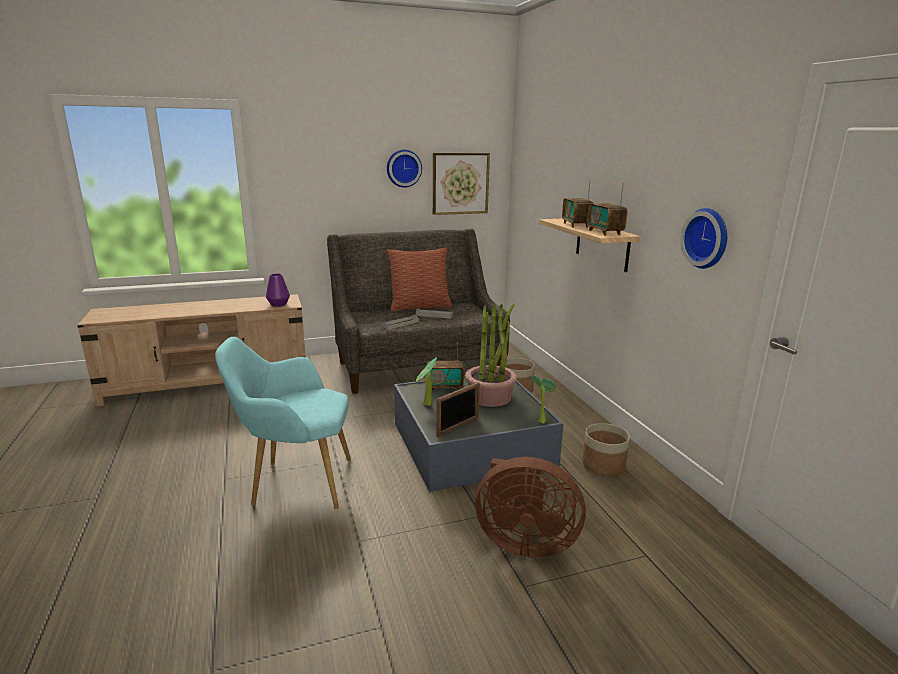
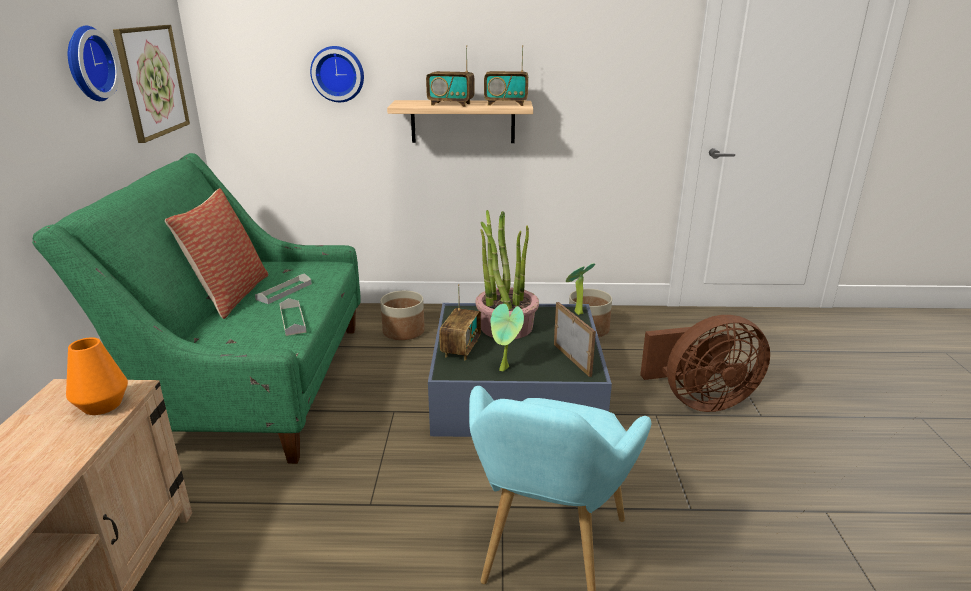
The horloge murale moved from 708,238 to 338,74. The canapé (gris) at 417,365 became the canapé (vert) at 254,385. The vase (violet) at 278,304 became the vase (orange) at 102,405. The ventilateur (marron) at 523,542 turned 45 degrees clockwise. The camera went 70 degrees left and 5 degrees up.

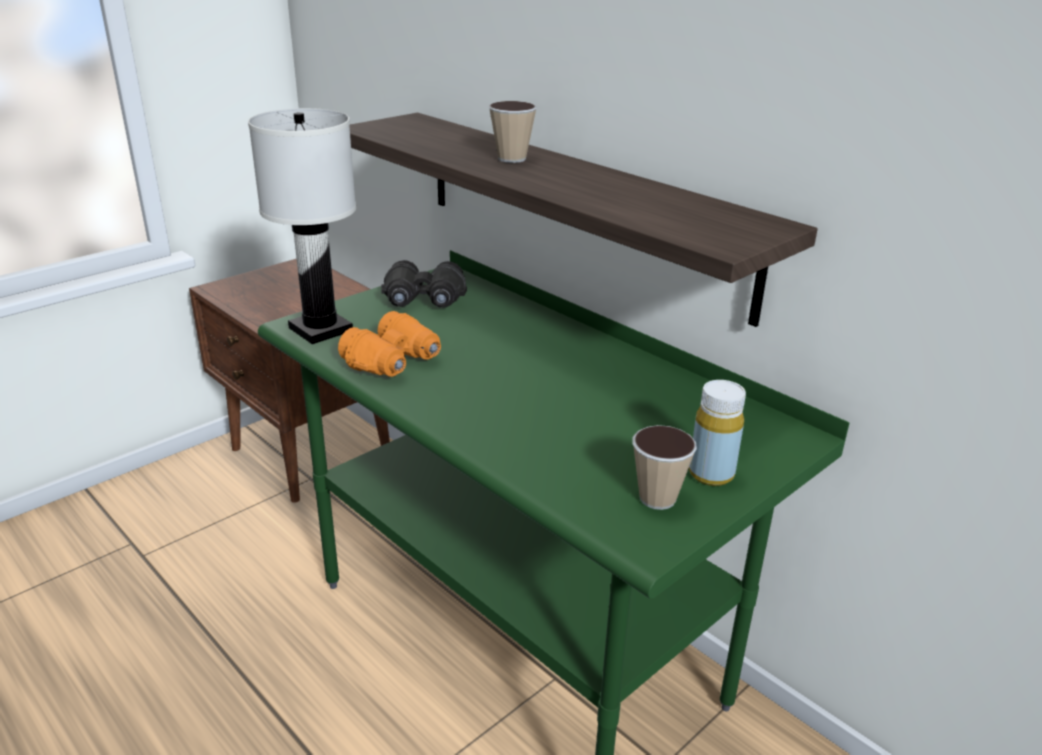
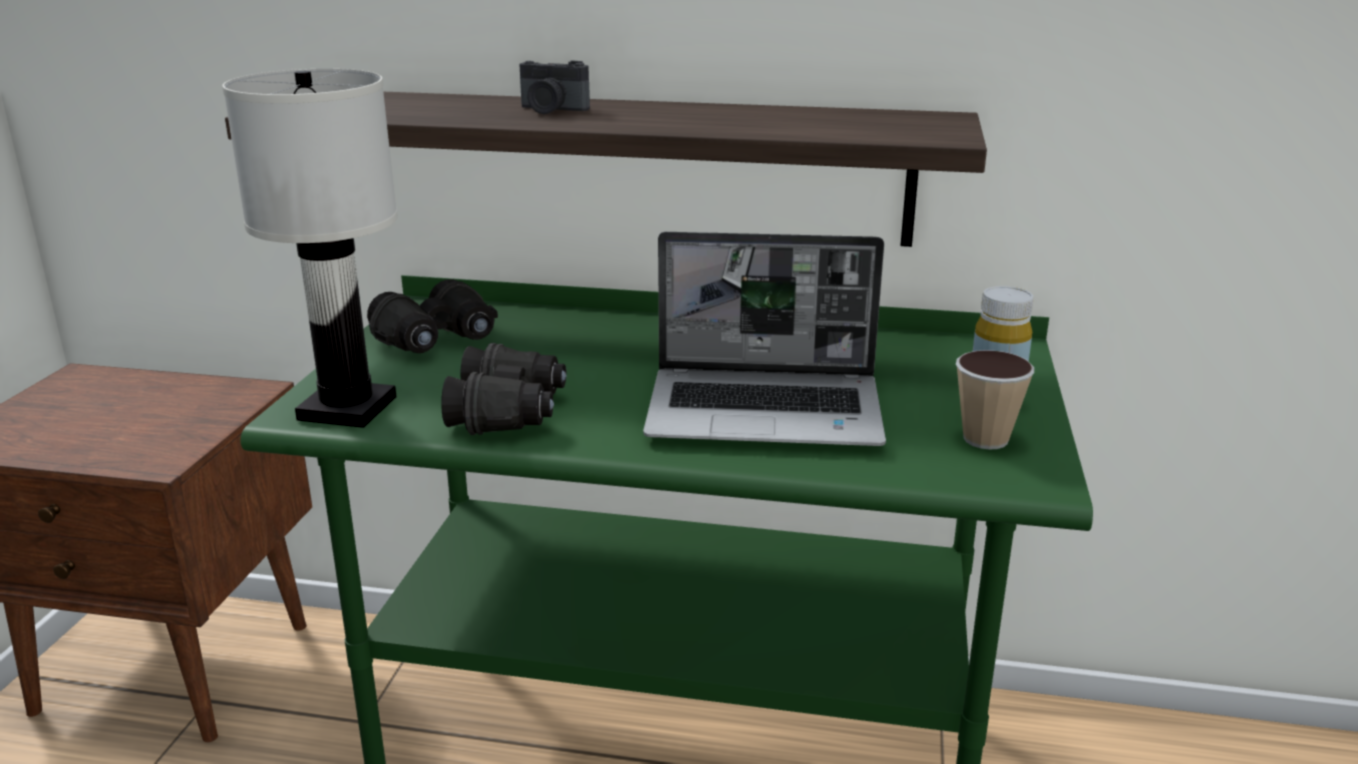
The tasse at 511,159 was replaced by the appareil photo at 551,110. The jumelles (orange) at 394,362 became the jumelles (noir) at 509,412. The ordinateur portable at 767,411 appeared. The camera went 35 degrees left and 5 degrees down.

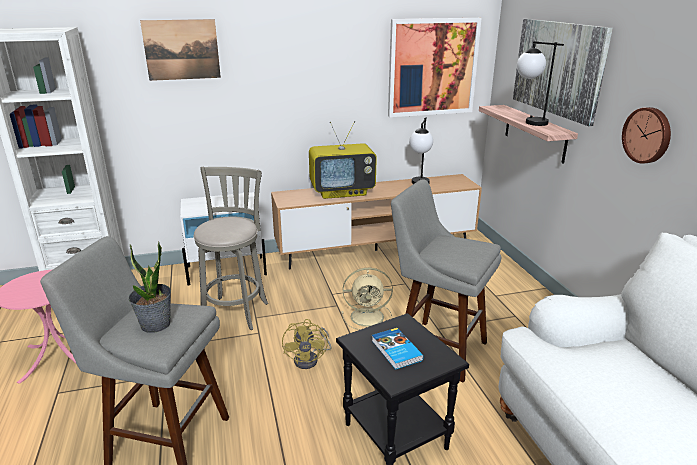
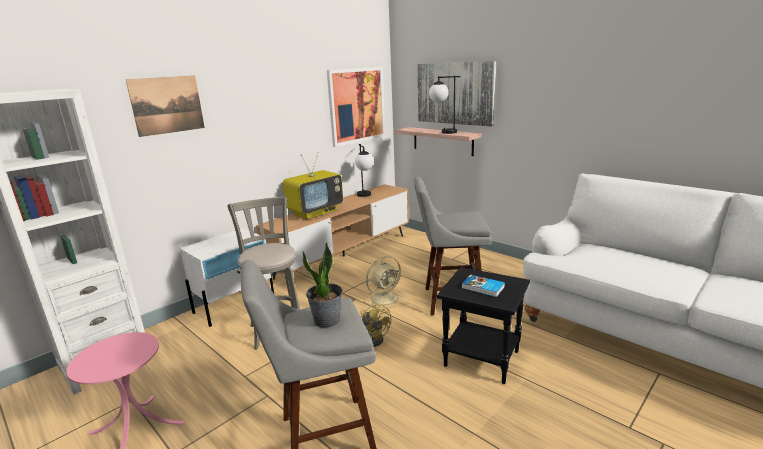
The horloge murale at 648,135 disappeared. The camera went 30 degrees left and 5 degrees down.

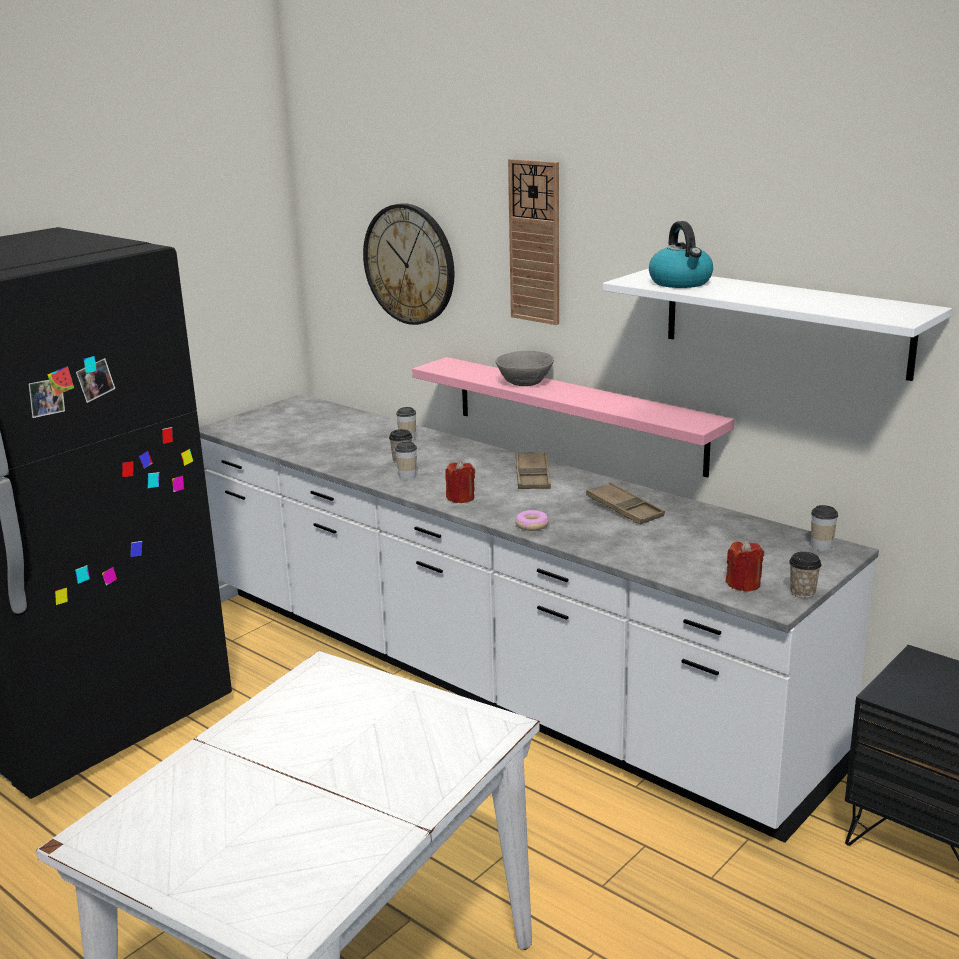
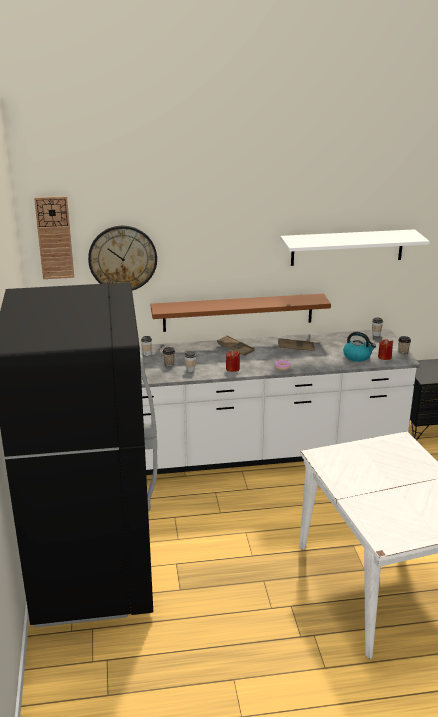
The horloge murale moved from 535,242 to 54,238. The bouilloire moved from 681,283 to 357,356. The bol (gris) at 524,383 disappeared. The étagère (rose) at 576,414 became the étagère (marron) at 238,312. The camera went 50 degrees left and 5 degrees up.

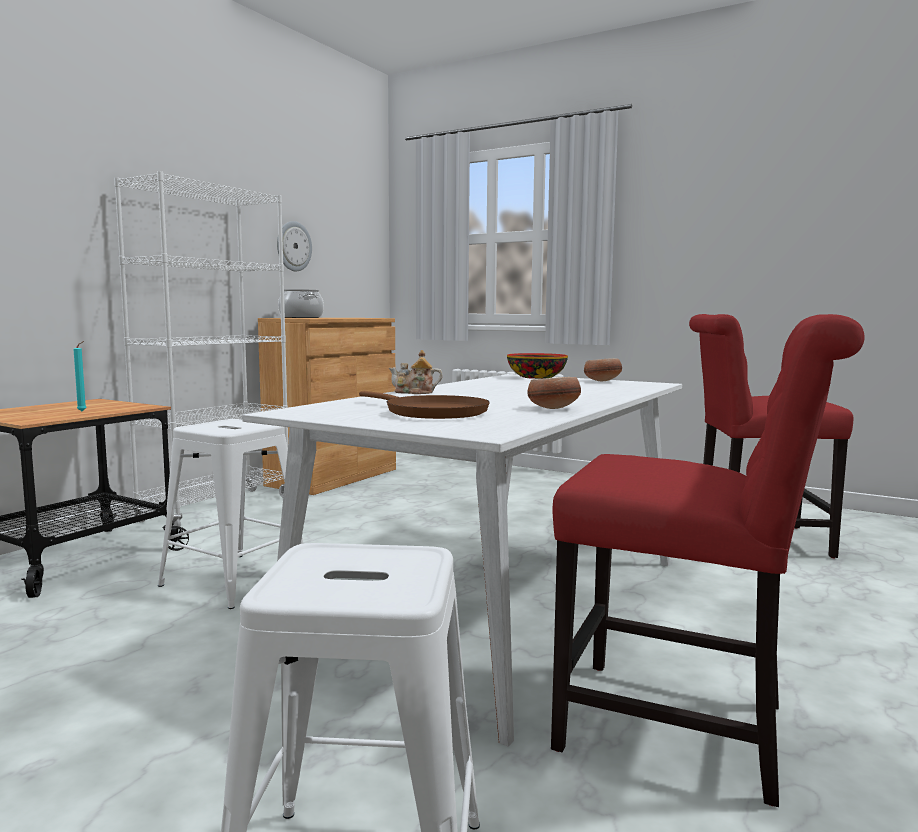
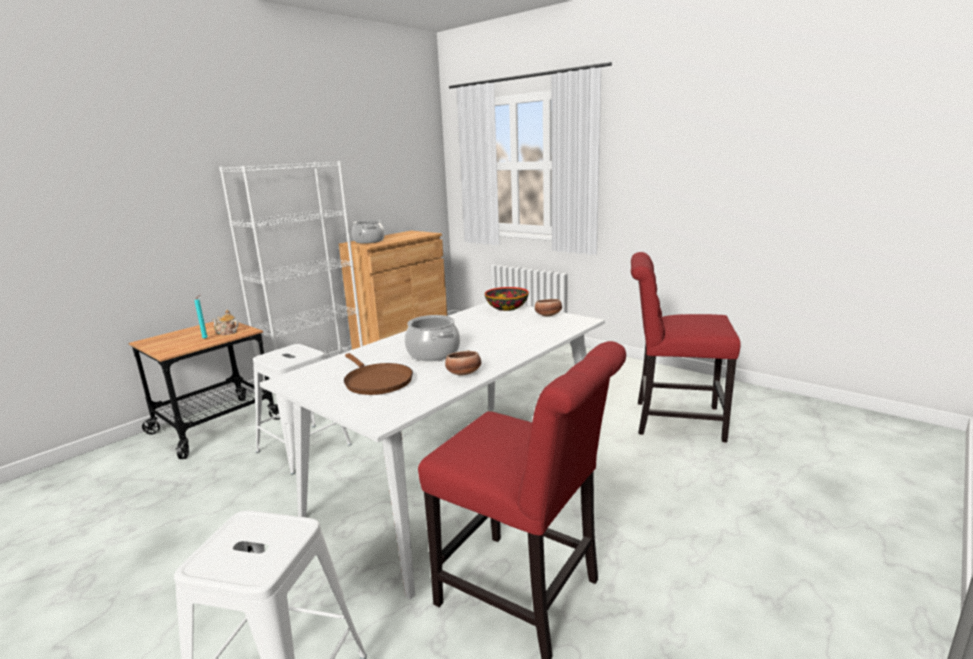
The horloge murale at 293,246 disappeared. The théière moved from 415,392 to 226,332. The marmite at 433,353 appeared. The camera went 10 degrees right and 10 degrees up.

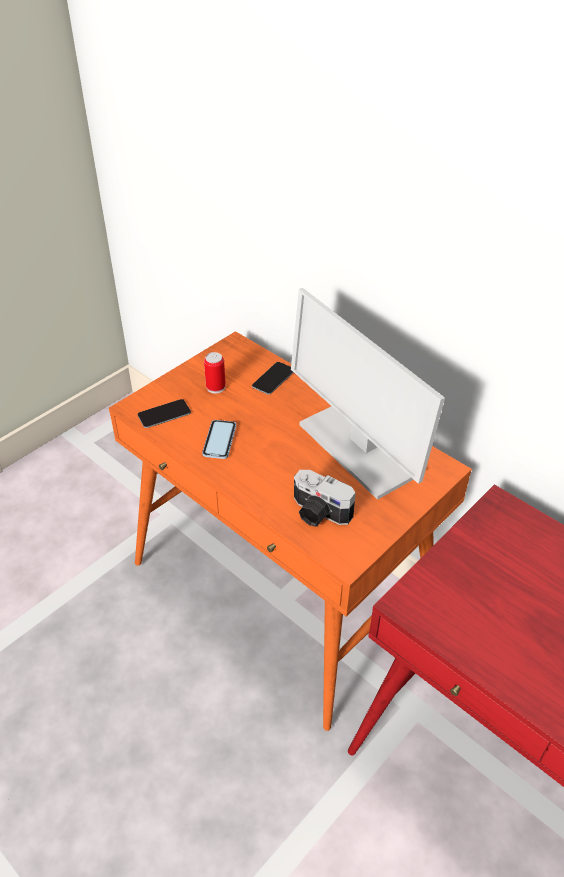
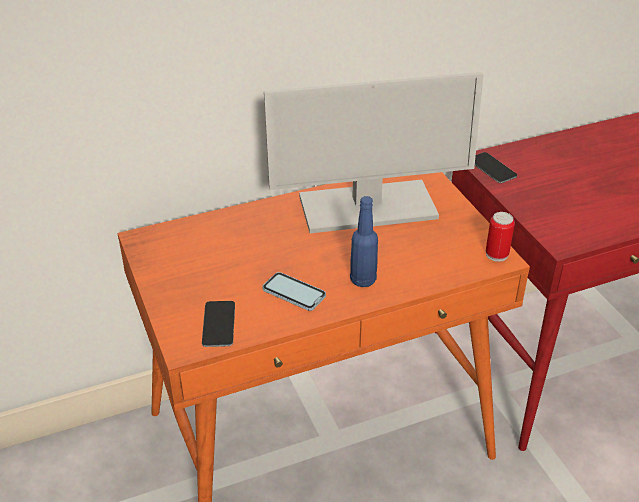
The boîte métallique moved from 215,387 to 497,254. The téléphone moved from 273,378 to 492,168. The appareil photo at 318,513 disappeared. The bouteille (bleu) at 363,280 appeared. The camera went 65 degrees left and 5 degrees down.

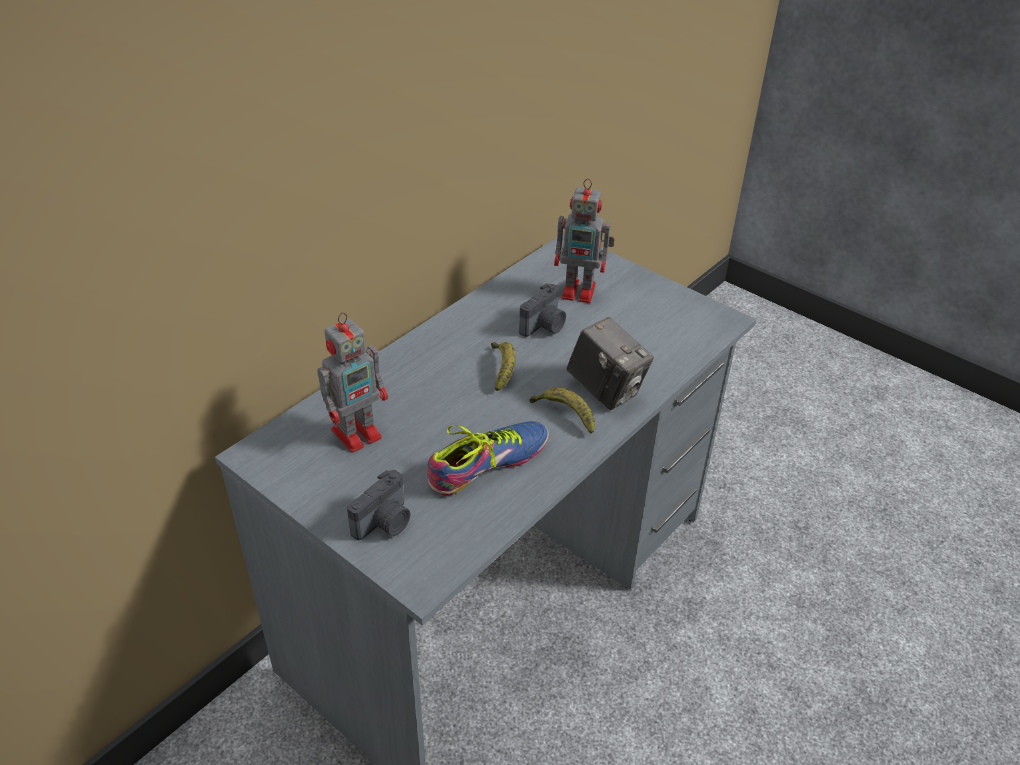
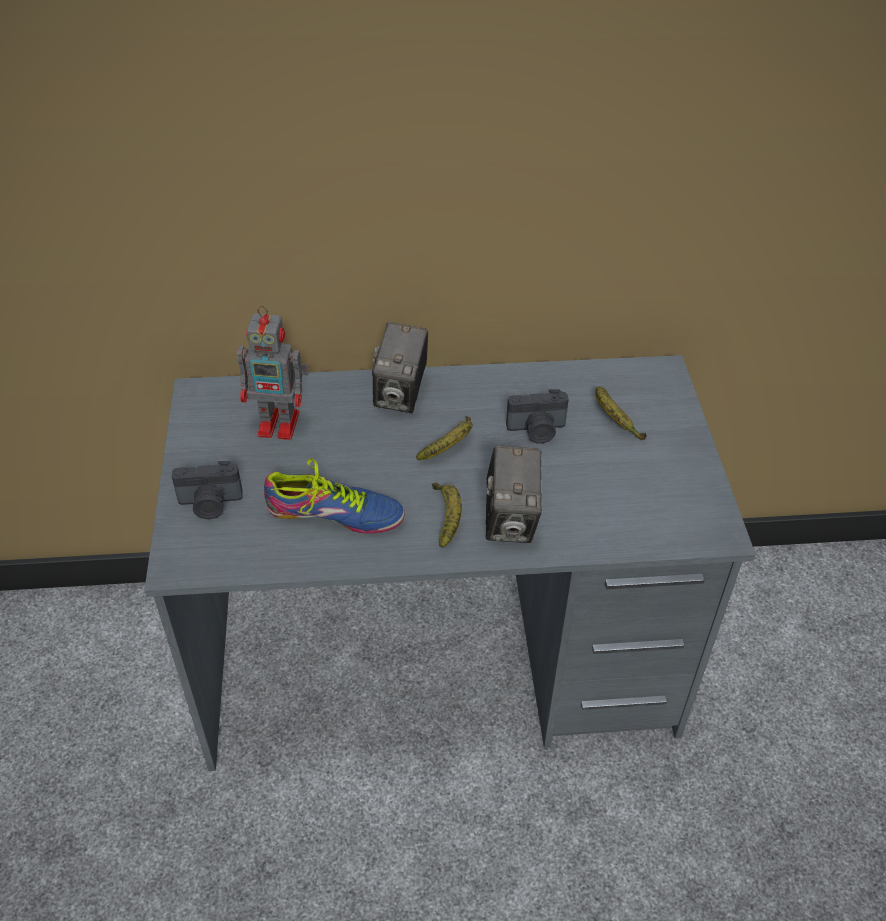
The robot jouet at 581,291 was replaced by the banane at 614,419. The appareil photo at 401,394 appeared. The camera went 45 degrees right and 5 degrees up.

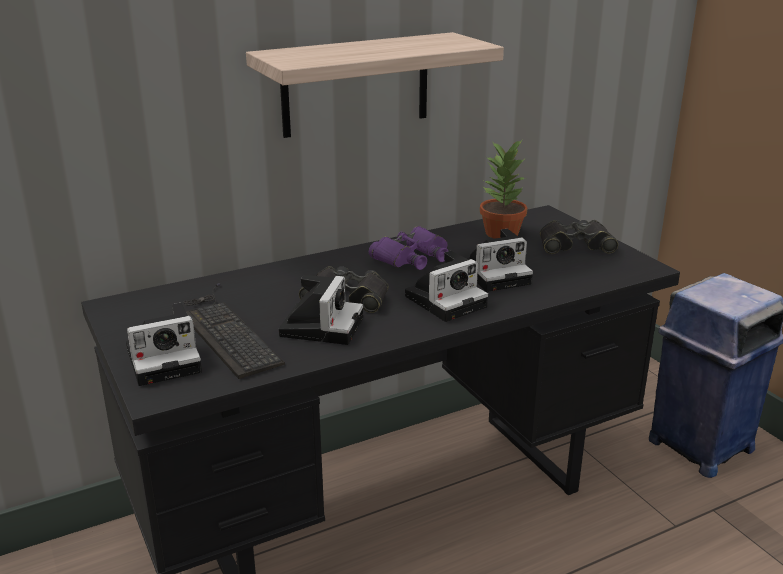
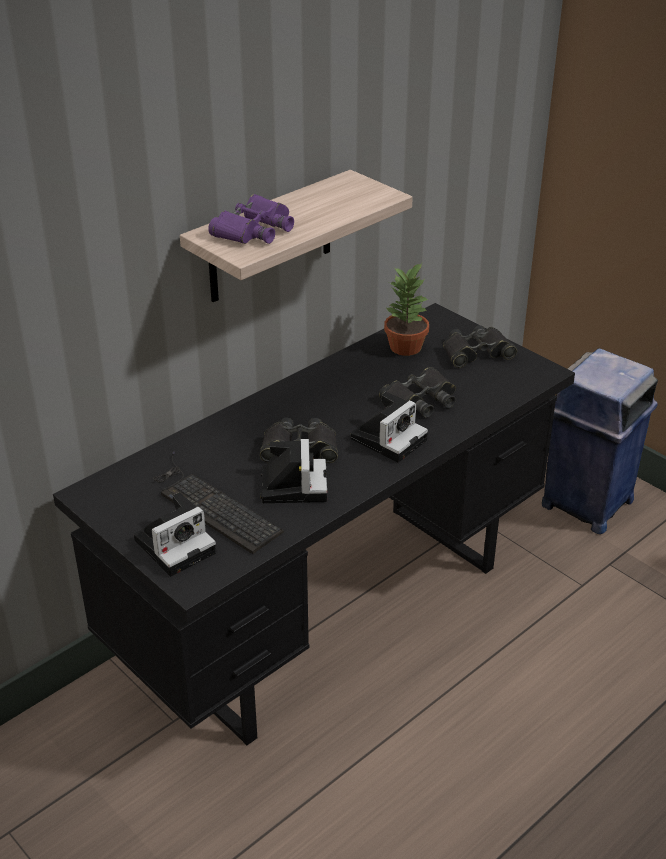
The jumelles (violet) moved from 412,257 to 254,230. The appareil photo at 497,274 was replaced by the jumelles (noir) at 420,400. The camera went 15 degrees left and 10 degrees up.

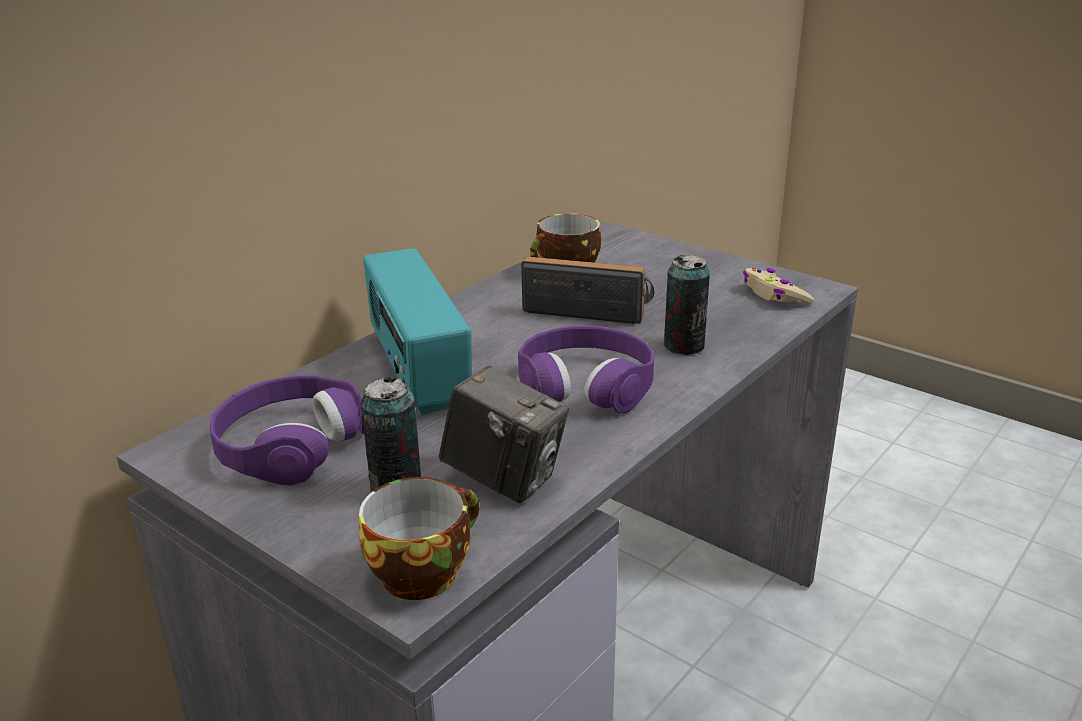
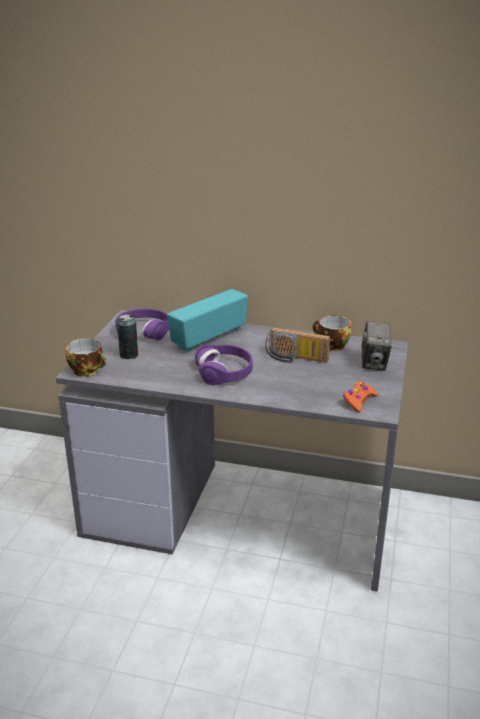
The boîte métallique at 683,346 disappeared. The radio at 589,310 turned 120 degrees clockwise. The manette (beige) at 774,295 became the manette (orange) at 359,401. The appareil photo moved from 504,478 to 374,363. The camera went 65 degrees right and 0 degrees up.

